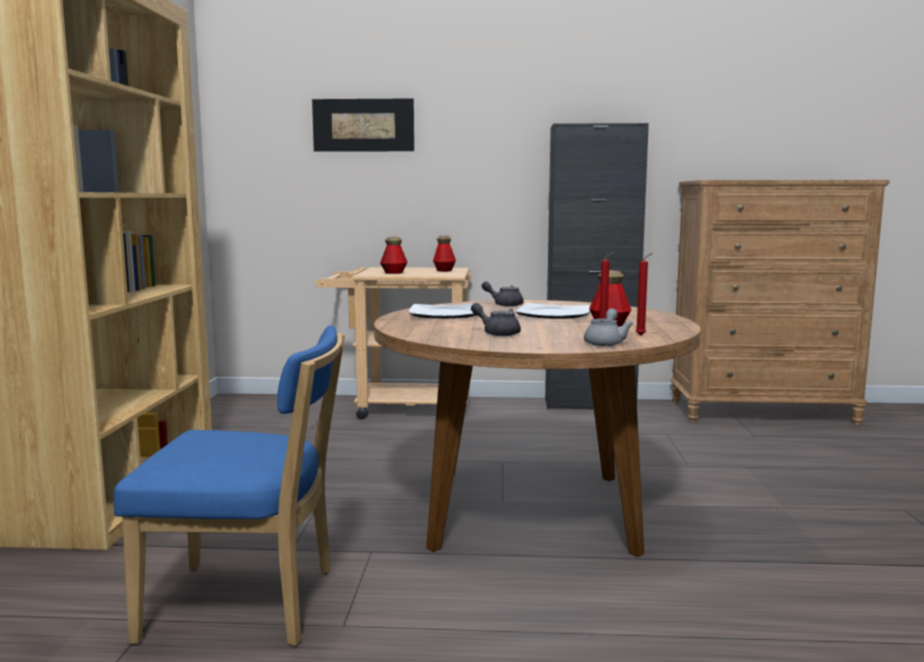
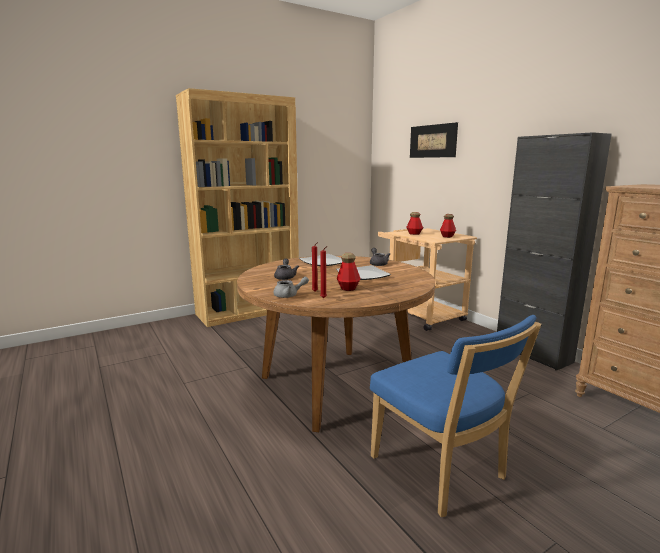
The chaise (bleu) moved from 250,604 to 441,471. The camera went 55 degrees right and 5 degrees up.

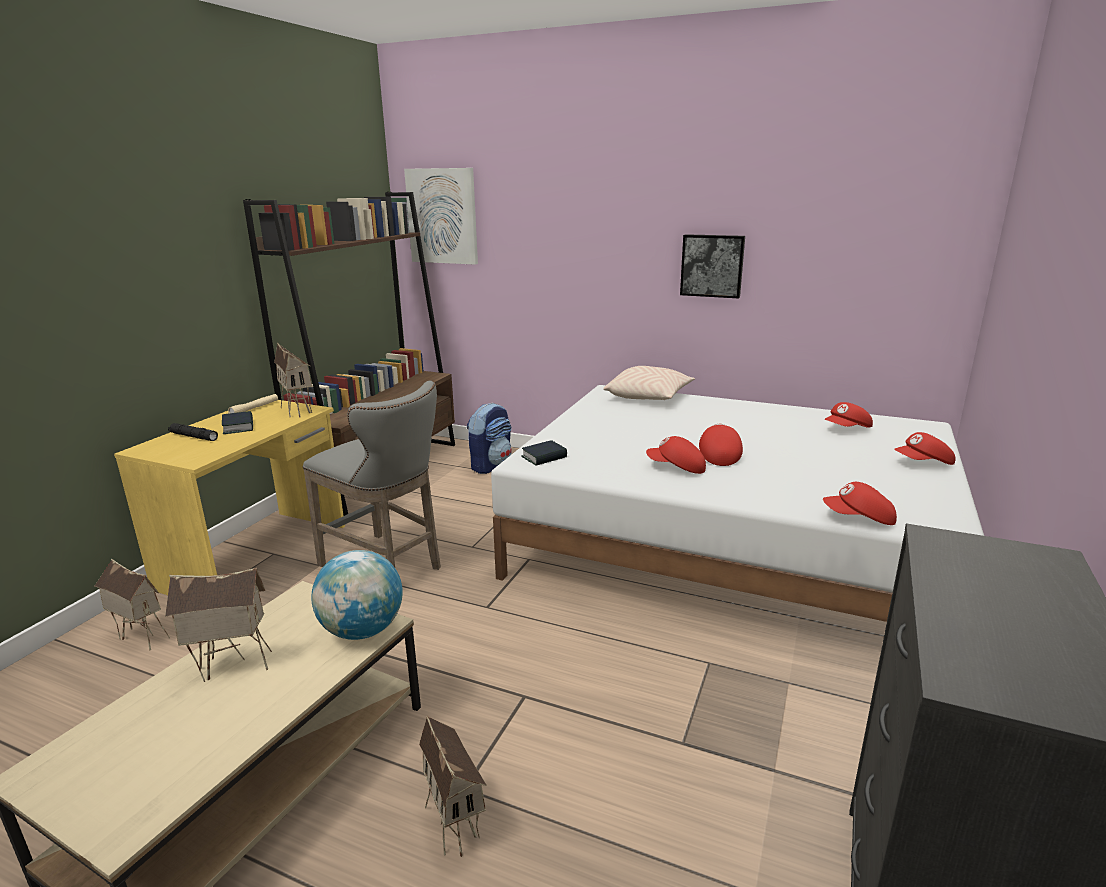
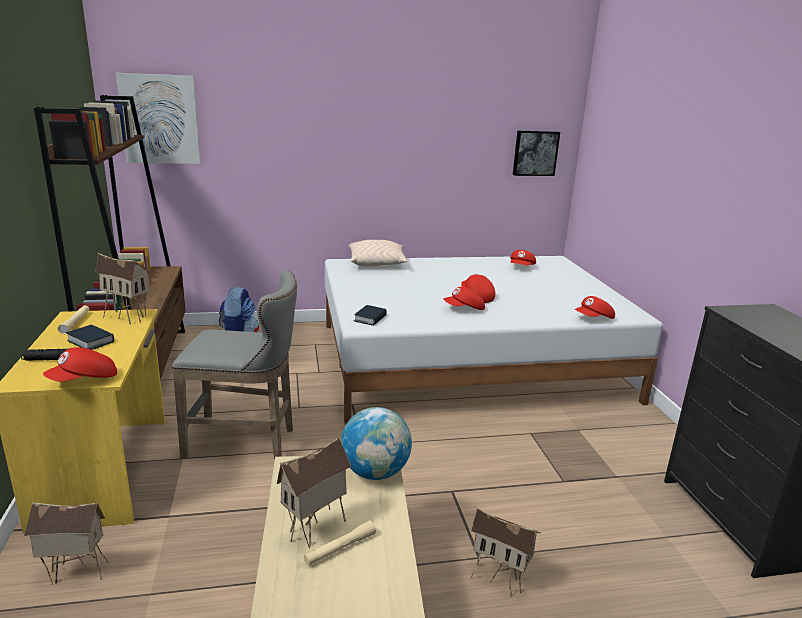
The tableau moved from 712,265 to 535,153. The casquette (rouge) moved from 923,463 to 84,380. The lampe de poche (beige) at 340,548 appeared. The camera went 35 degrees left and 0 degrees up.

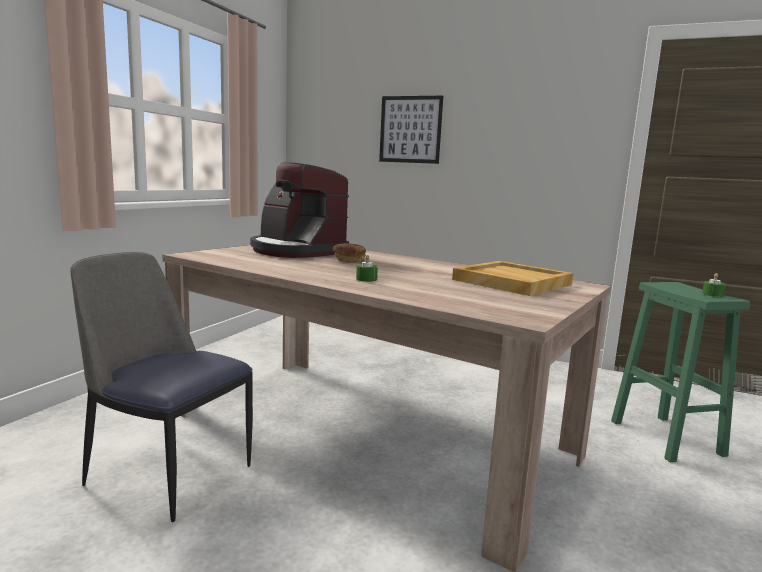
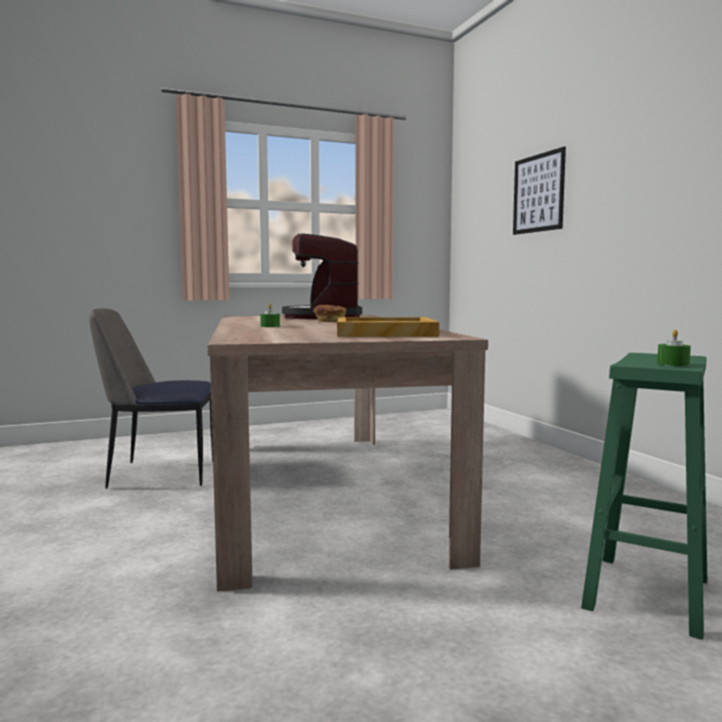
The chaise at 167,473 turned 75 degrees counterclockwise. The camera went 45 degrees right and 5 degrees down.

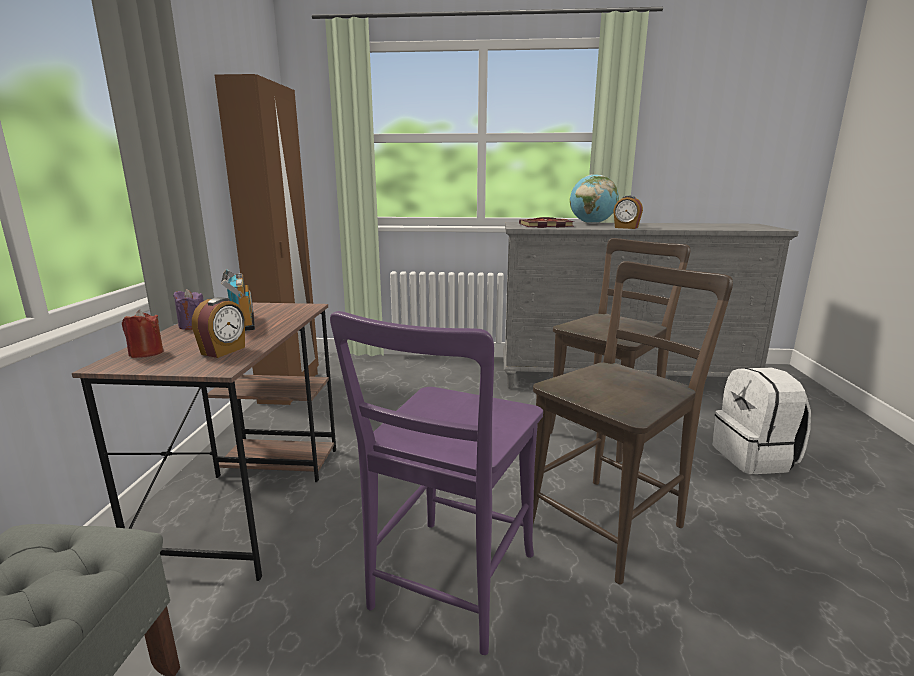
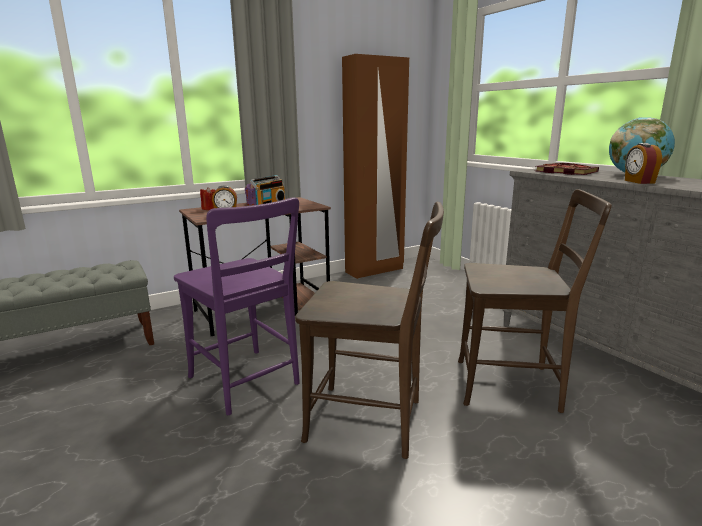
The chaise (violet) at 449,587 turned 120 degrees counterclockwise. The sac à dos (blanc) at 755,458 disappeared. The camera went 55 degrees right and 0 degrees up.

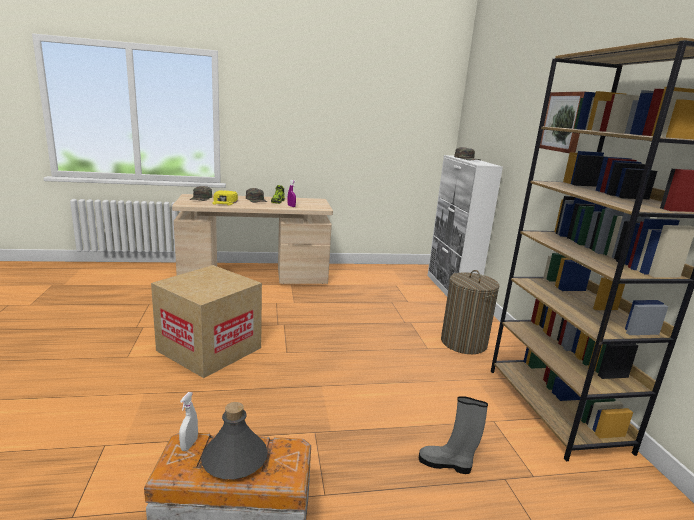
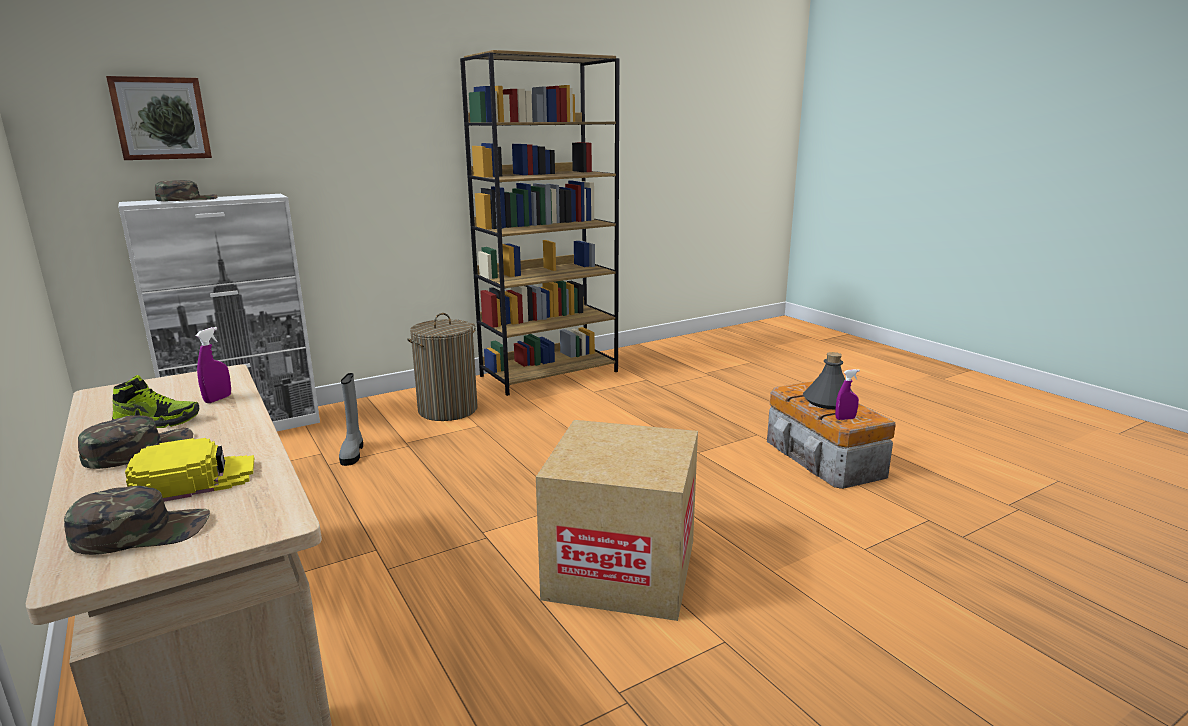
The tableau moved from 563,122 to 161,118. The vaporisateur (blanc) at 189,444 became the vaporisateur (violet) at 845,418. The botte (gris) moved from 446,464 to 352,453. The camera went 110 degrees left and 0 degrees up.

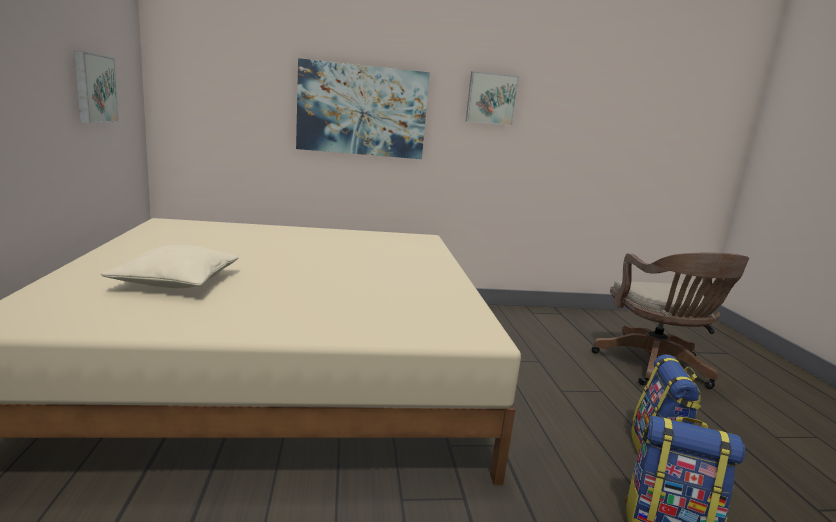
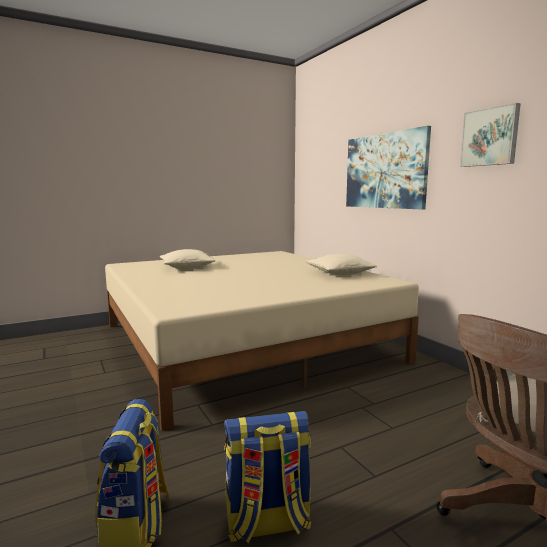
The tableau at 93,88 disappeared. The coussin (beige) at 339,273 appeared. The camera went 70 degrees right and 5 degrees down.

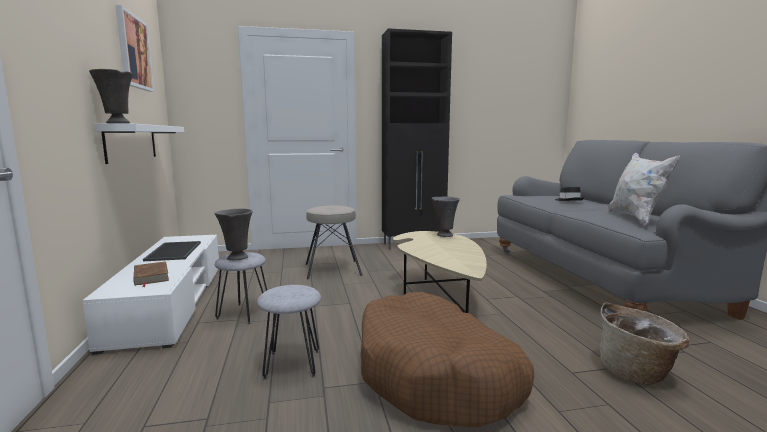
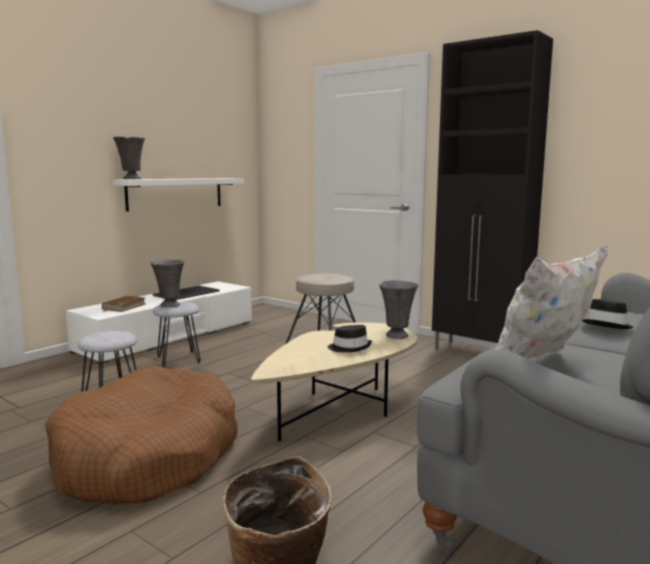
The tableau at 133,52 disappeared. The chapeau (noir) at 350,347 appeared. The camera went 50 degrees right and 0 degrees up.

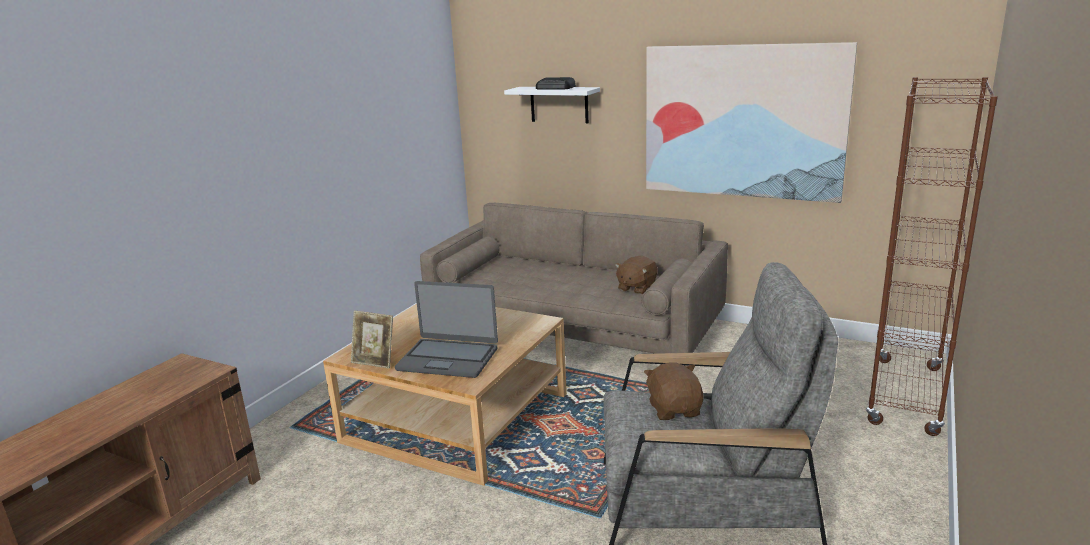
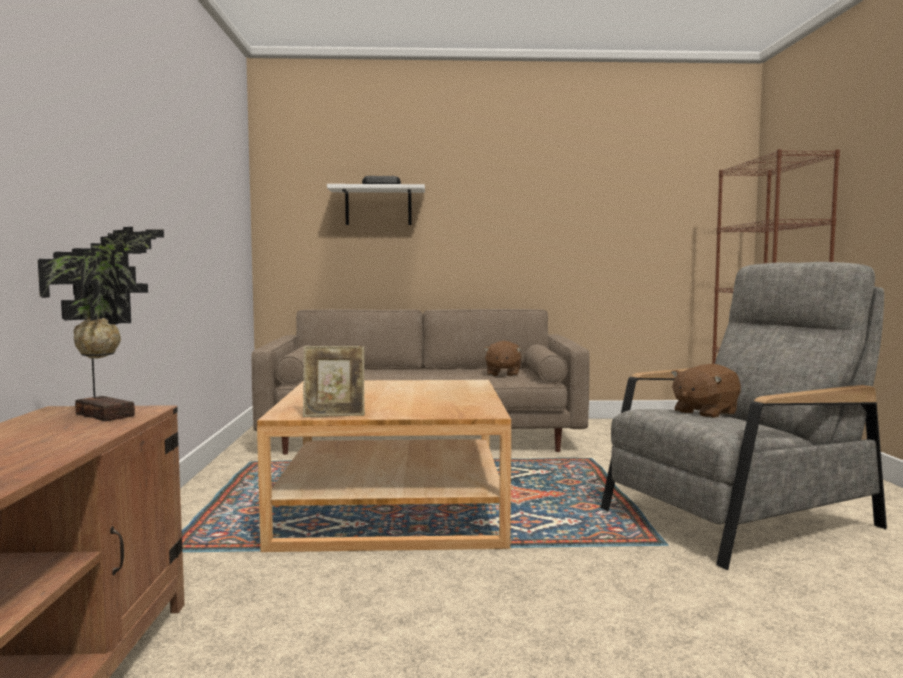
The tableau at 742,121 disappeared. The ordinateur portable at 448,358 disappeared. The peluche (marron) at 674,410 turned 90 degrees counterclockwise. The plante en pot at 108,414 appeared. The camera went 30 degrees left and 15 degrees down.

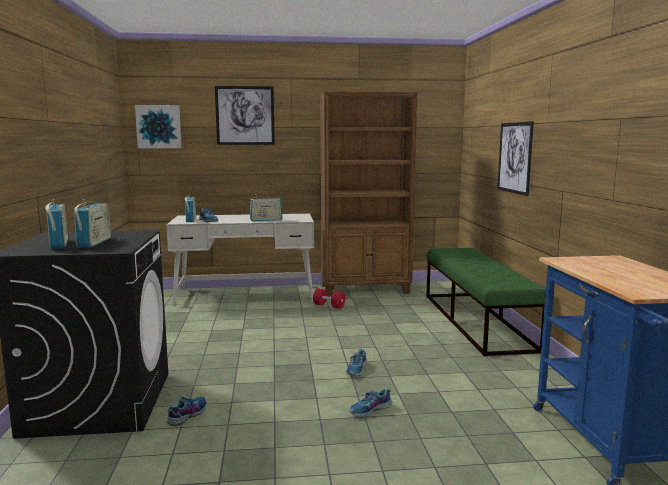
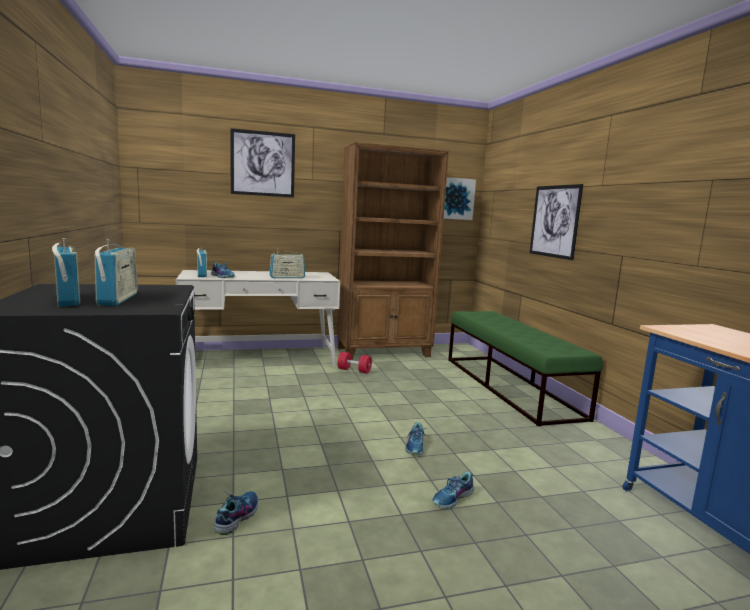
The tableau moved from 158,126 to 454,198. The camera went 10 degrees left and 0 degrees up.

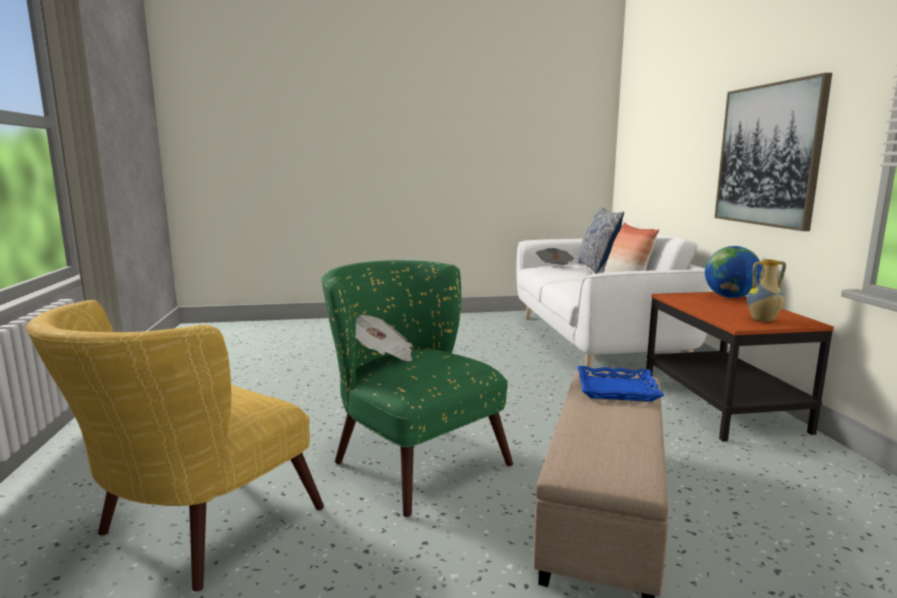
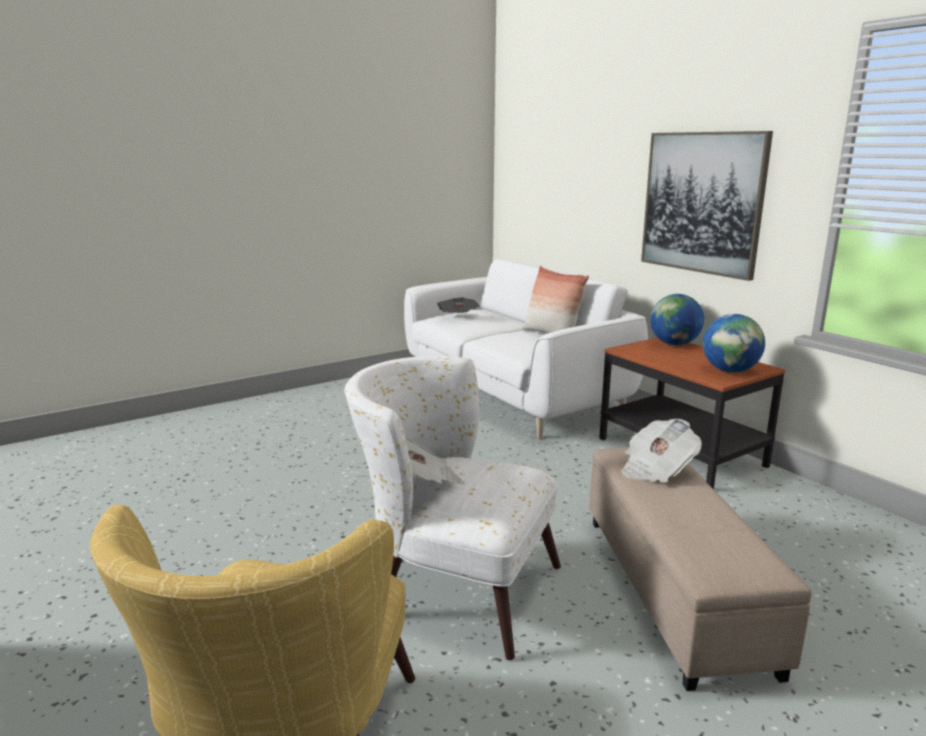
The coussin at 597,268 disappeared. The vase at 763,320 was replaced by the globe at 730,371. The fauteuil (vert) at 411,457 became the fauteuil (blanc) at 451,585. The plateau (bleu) at 617,389 was replaced by the journal at 656,469. The camera went 25 degrees left and 5 degrees up.

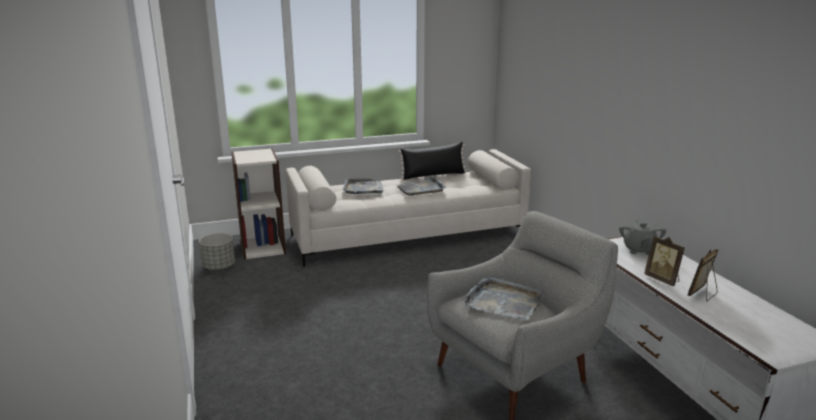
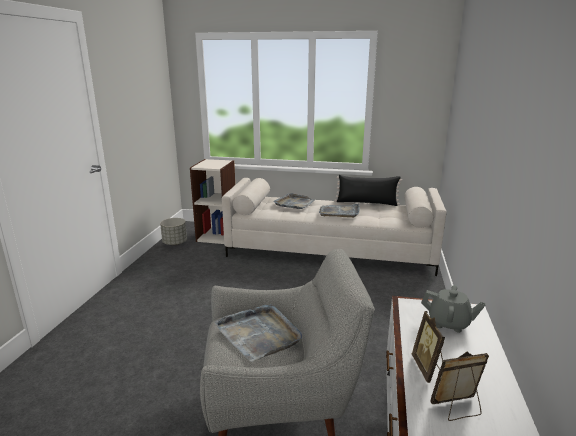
The théière (gris) at 639,250 turned 105 degrees counterclockwise. The camera went 30 degrees right and 0 degrees up.

